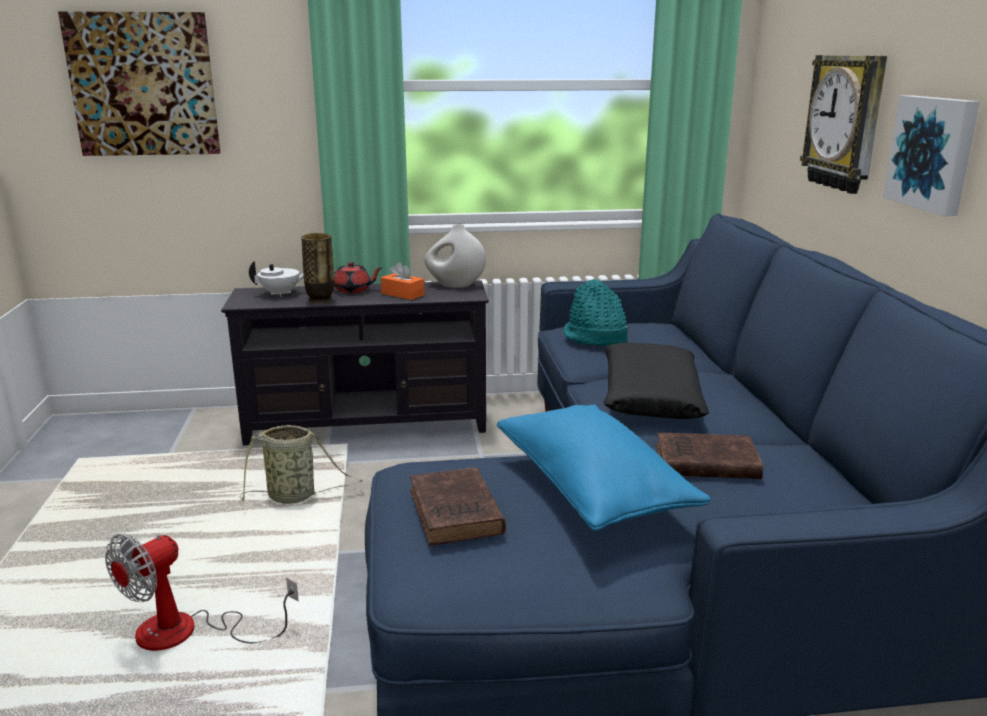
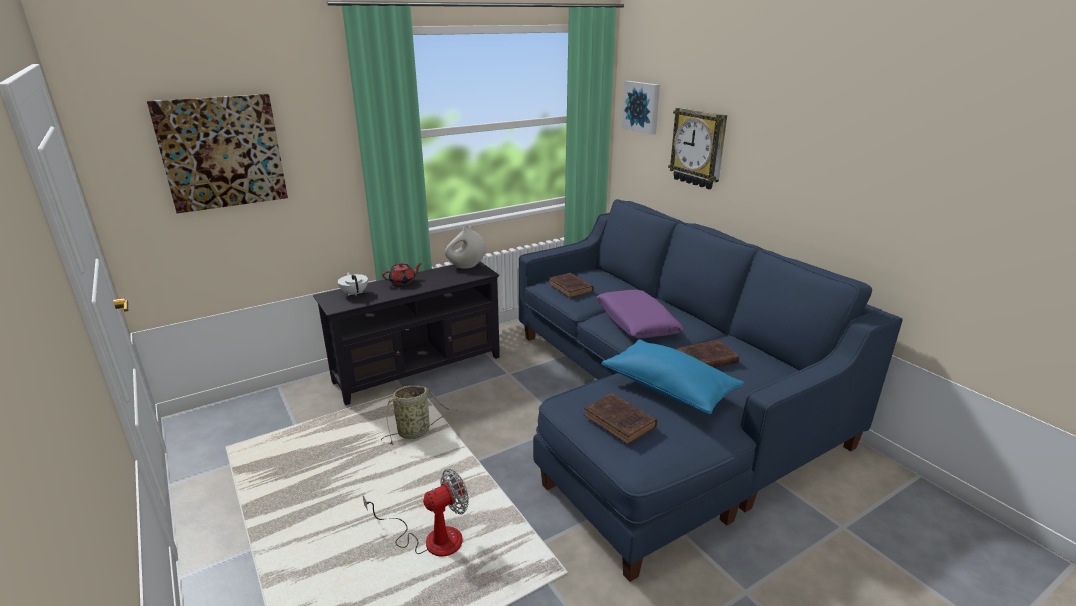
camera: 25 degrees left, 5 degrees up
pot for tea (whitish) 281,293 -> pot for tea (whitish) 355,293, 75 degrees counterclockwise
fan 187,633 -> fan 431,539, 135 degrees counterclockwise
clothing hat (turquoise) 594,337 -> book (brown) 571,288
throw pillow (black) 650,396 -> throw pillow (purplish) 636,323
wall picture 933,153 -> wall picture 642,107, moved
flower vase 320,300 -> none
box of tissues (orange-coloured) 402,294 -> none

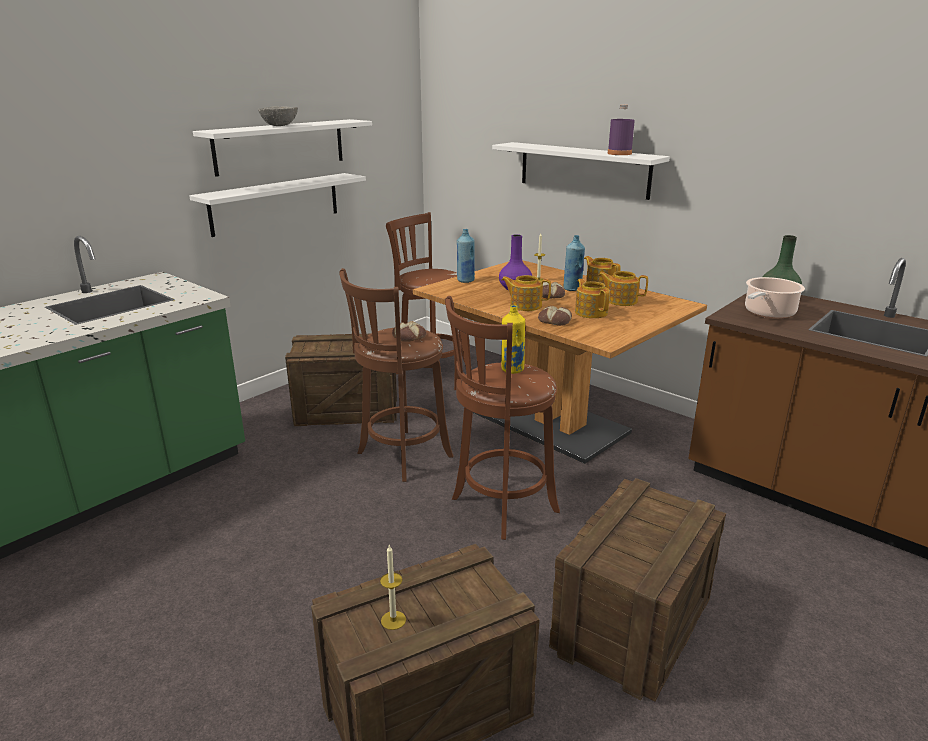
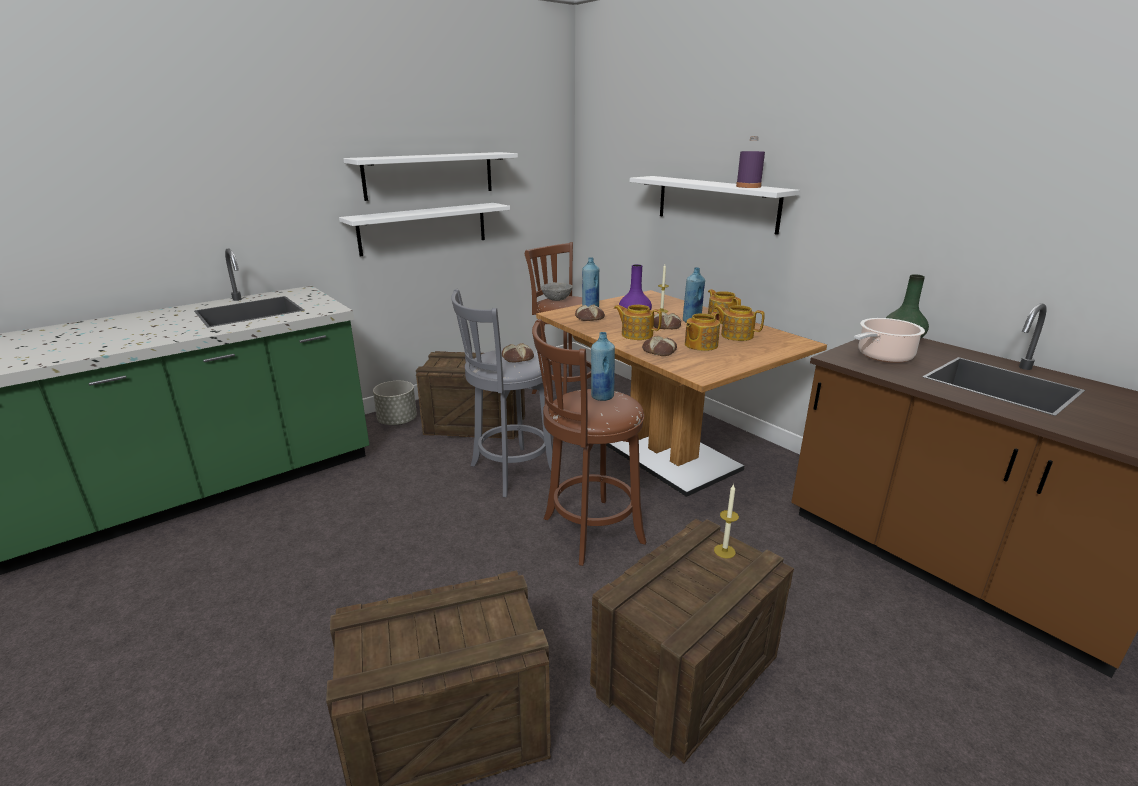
camera: 10 degrees right, 0 degrees up
none -> plant pot (greyish) 397,421
stool seat (brown) 401,457 -> stool seat (greyish) 509,472
serving bowl (greyish) 280,126 -> serving bowl (greyish) 557,300, moved
none -> bakery bread 589,318
drink bottle (yellow-coloured) 512,370 -> drink bottle (blue-coloured) 602,397
pot for tea 591,312 -> pot for tea 700,345, 120 degrees counterclockwise
wax candle 393,620 -> wax candle 724,551, moved

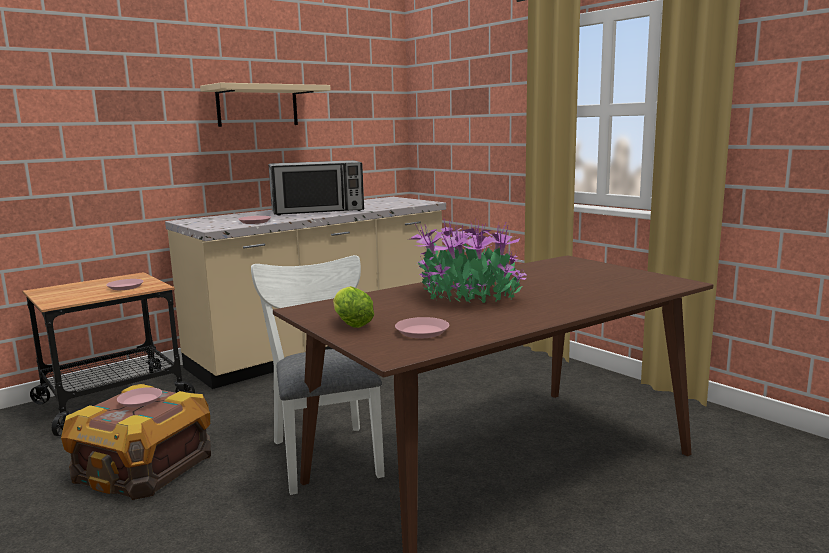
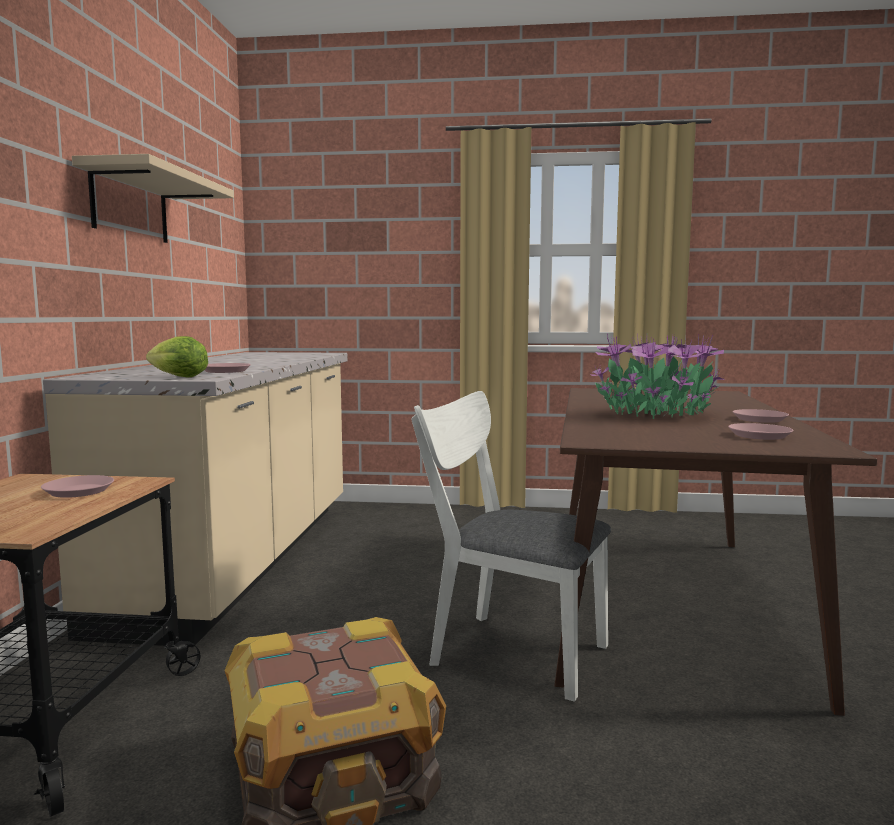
camera: 45 degrees left, 5 degrees down
lettuce head 350,323 -> lettuce head 176,377, moved
plate (pinkish) 140,400 -> plate (pinkish) 759,419, moved
kitchen microwave 318,211 -> none

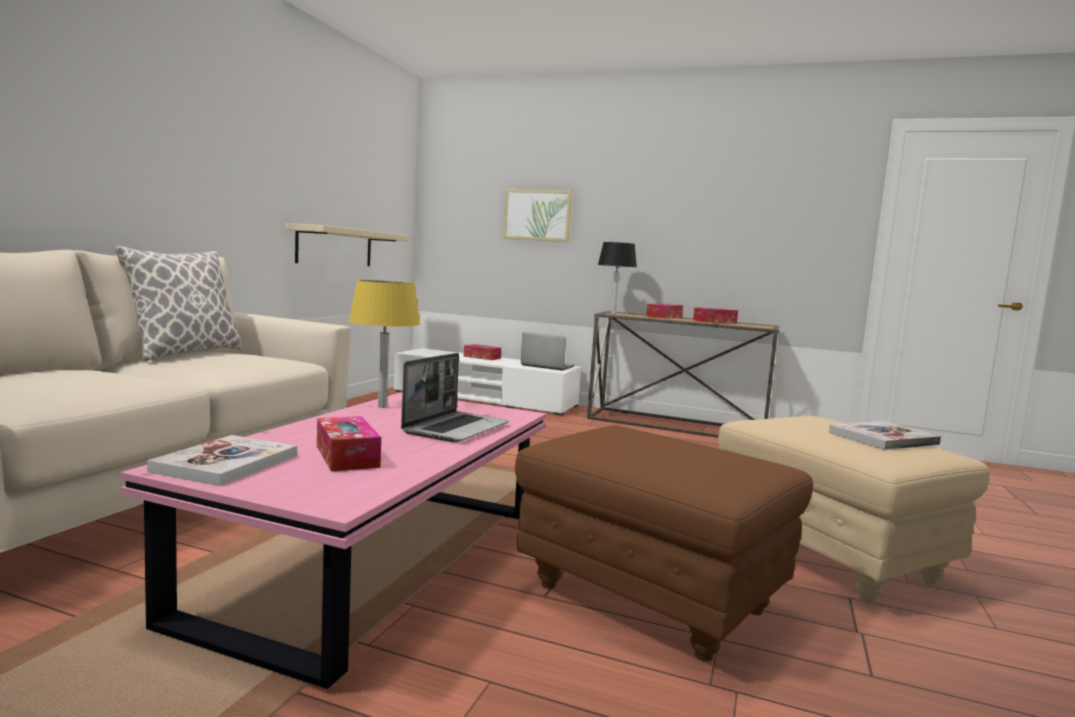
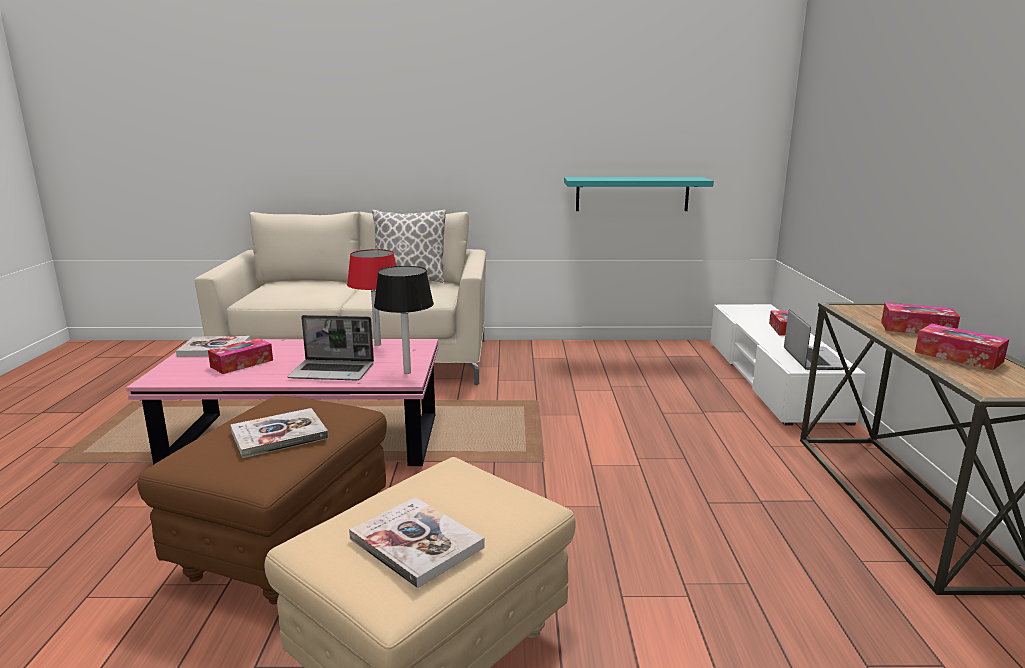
camera: 70 degrees right, 10 degrees up
none -> book 279,435
lamp for a table (yellow-coloured) 382,407 -> lamp for a table (red) 378,345
lamp for a table (black) 613,314 -> lamp for a table (black) 407,372, moved
wall shelf (beige-coloured) 335,247 -> wall shelf (turquoise) 632,194
wall picture 537,215 -> none

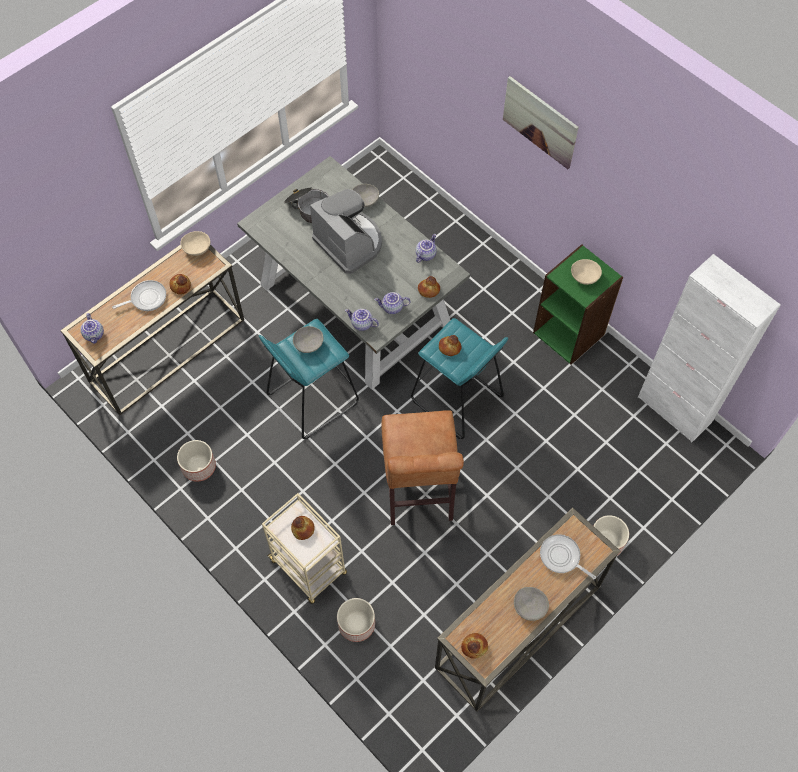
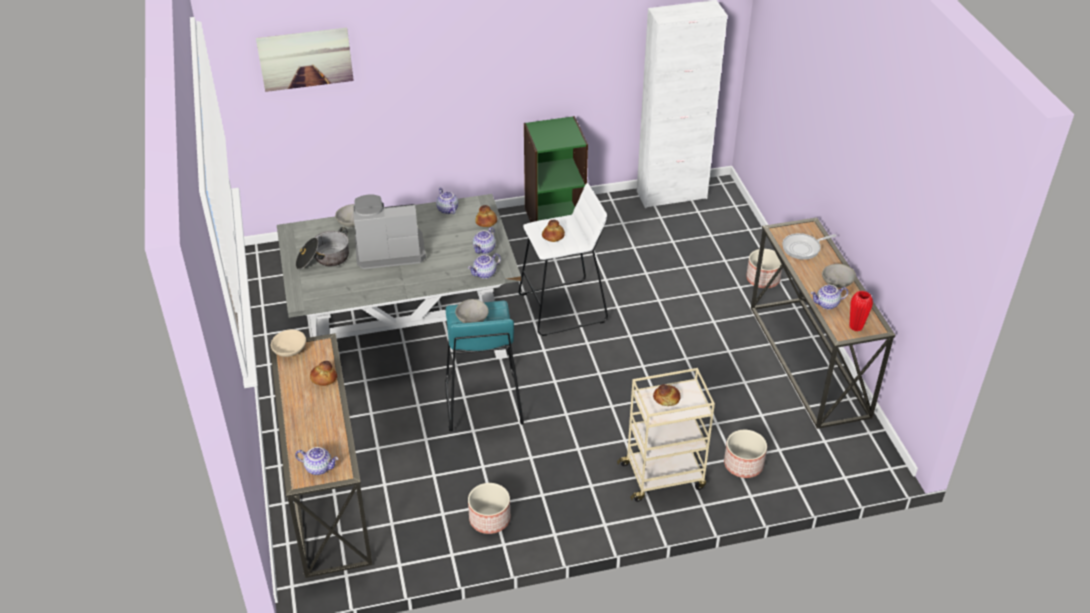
camera: 60 degrees left, 20 degrees down
wall picture 540,122 -> wall picture 305,59, moved
stool seat (turquoise) 456,399 -> stool seat (whitish) 563,308
none -> pot for tea 827,304
bakery bread 474,647 -> flower vase (red) 856,327
pan 146,298 -> none
stool seat (brown) 418,495 -> none
serving bowl (beige-coloured) 584,277 -> none

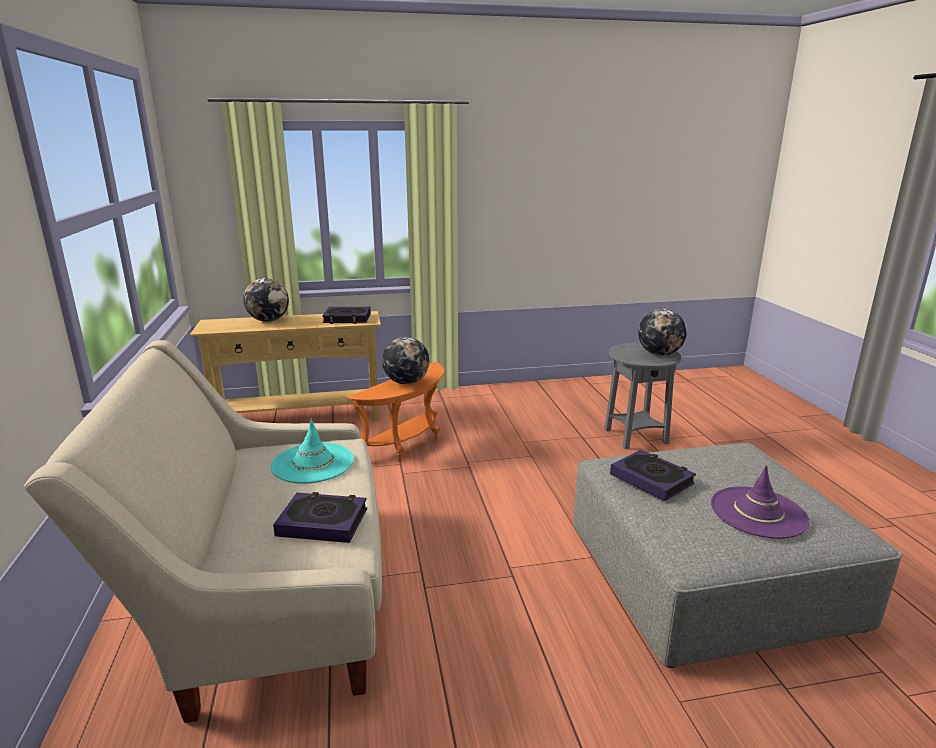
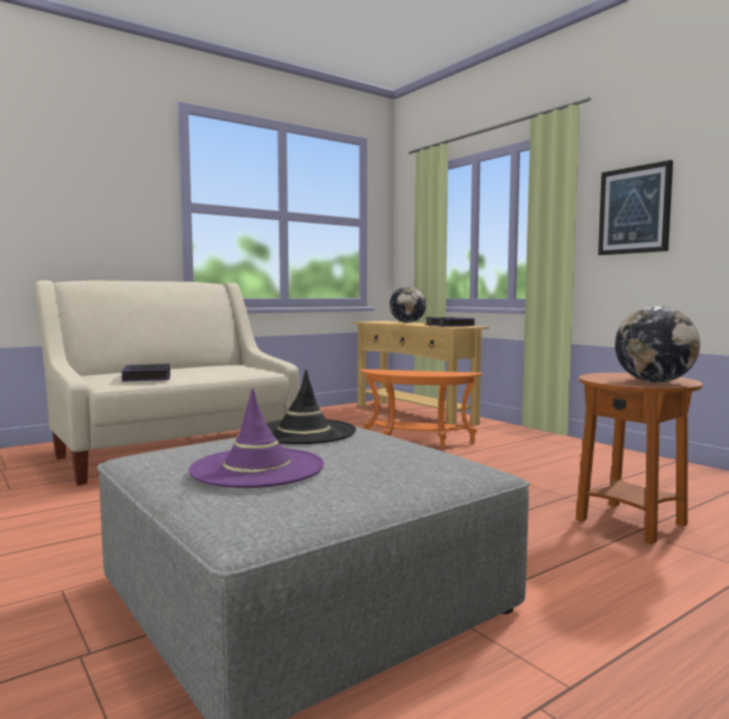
camera: 65 degrees right, 15 degrees down
book 651,479 -> clothing hat (black) 303,432
side table (greyish) 635,437 -> side table (brown) 631,523
none -> wall picture 634,210
clothing hat (turquoise) 312,463 -> none
desk globe 406,382 -> none

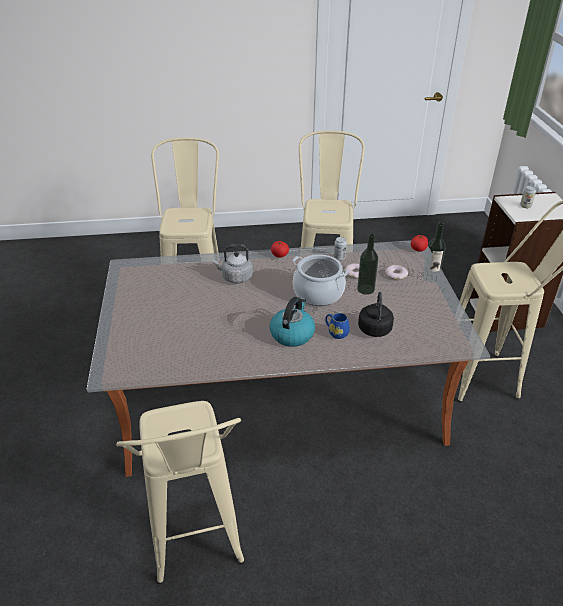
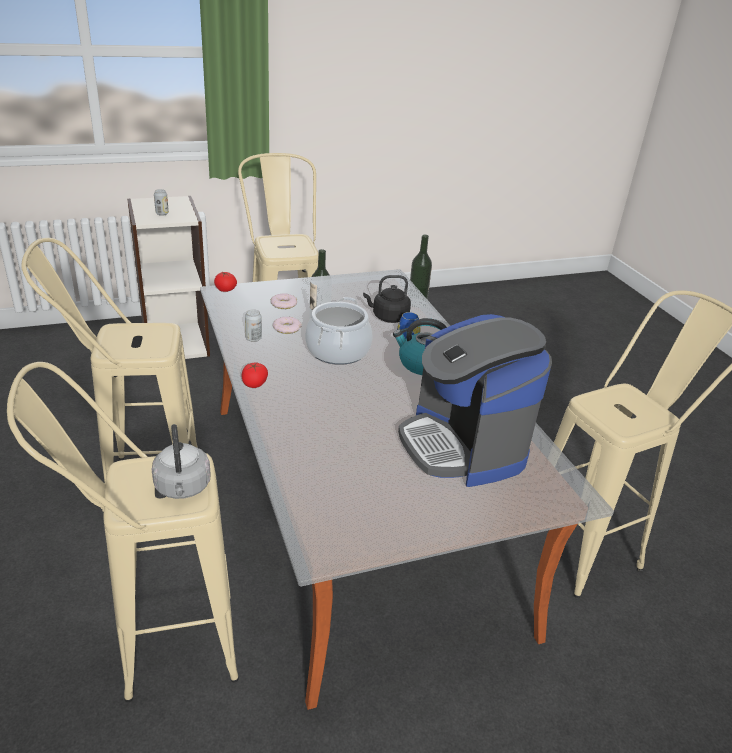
camera: 105 degrees left, 5 degrees down
tea kettle (greyish) 235,277 -> tea kettle (greyish) 183,488, moved
none -> coffee maker 463,445
drink bottle 430,277 -> drink bottle 417,303, moved

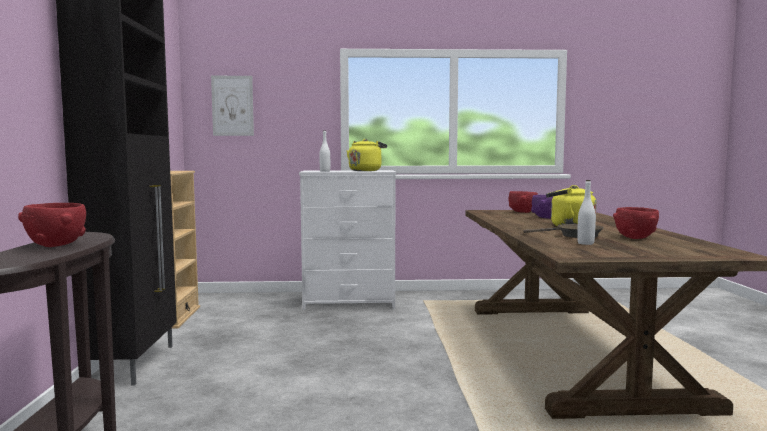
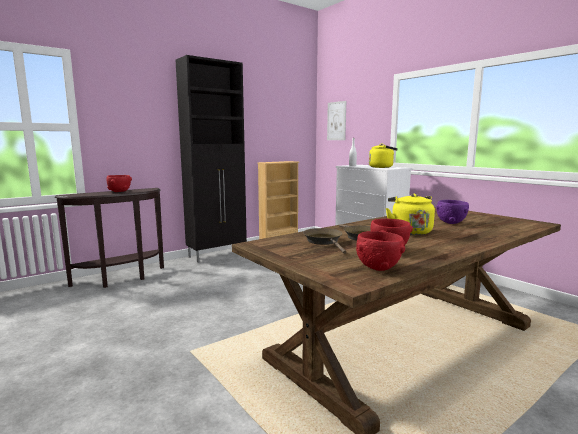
camera: 55 degrees right, 5 degrees up
drink bottle (whitish) 585,243 -> pan (brown) 324,242
serving bowl (red) 522,212 -> serving bowl (red) 378,267, moved

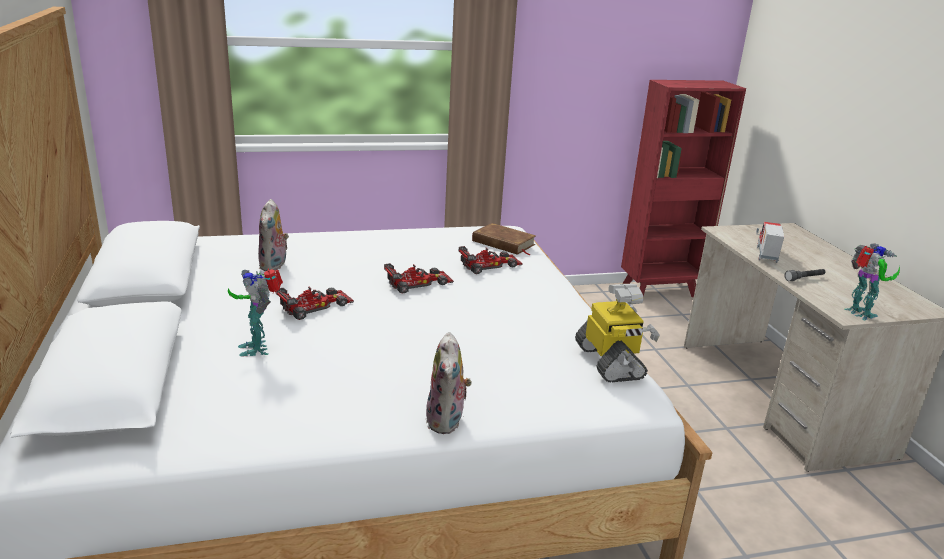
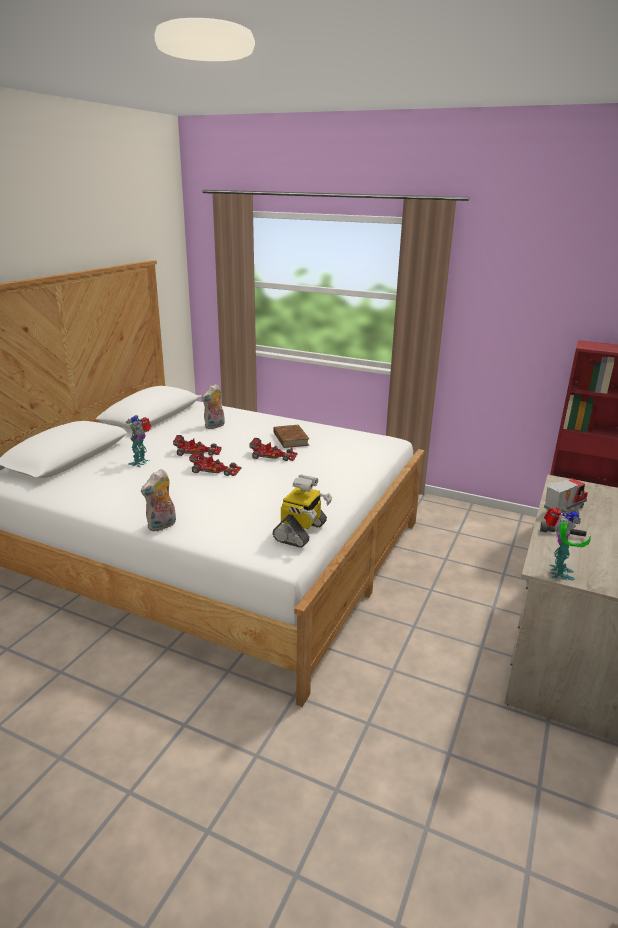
camera: 40 degrees right, 0 degrees up
model car 489,264 -> model car 215,469, moved
book (brown) 503,243 -> book (brown) 290,439, moved

